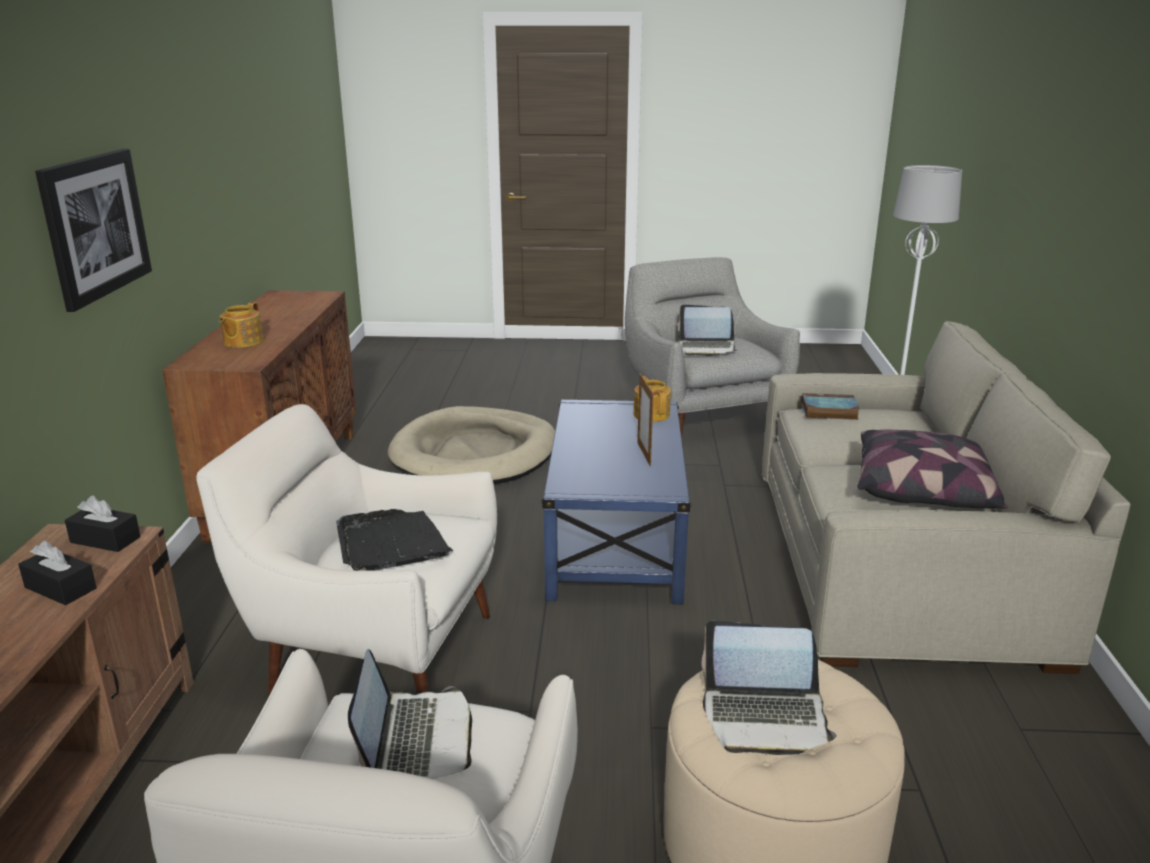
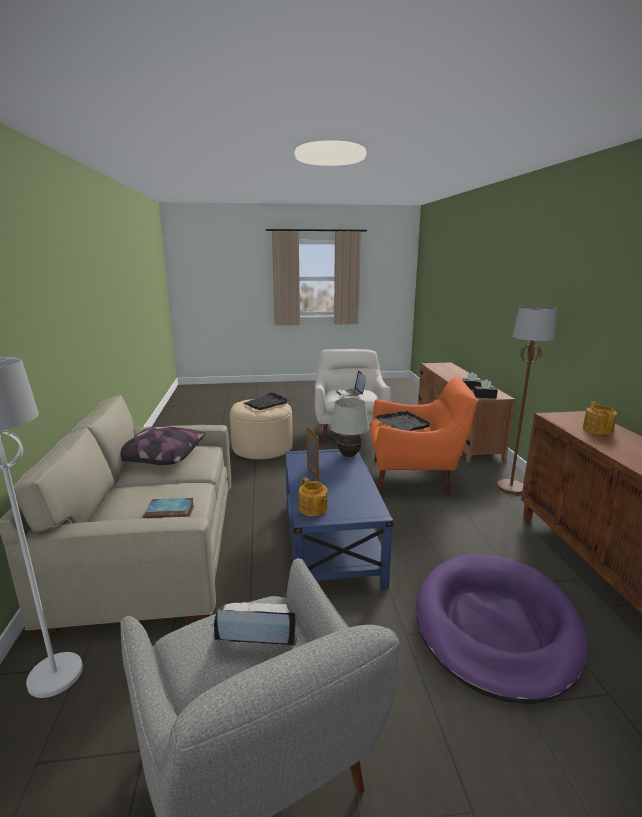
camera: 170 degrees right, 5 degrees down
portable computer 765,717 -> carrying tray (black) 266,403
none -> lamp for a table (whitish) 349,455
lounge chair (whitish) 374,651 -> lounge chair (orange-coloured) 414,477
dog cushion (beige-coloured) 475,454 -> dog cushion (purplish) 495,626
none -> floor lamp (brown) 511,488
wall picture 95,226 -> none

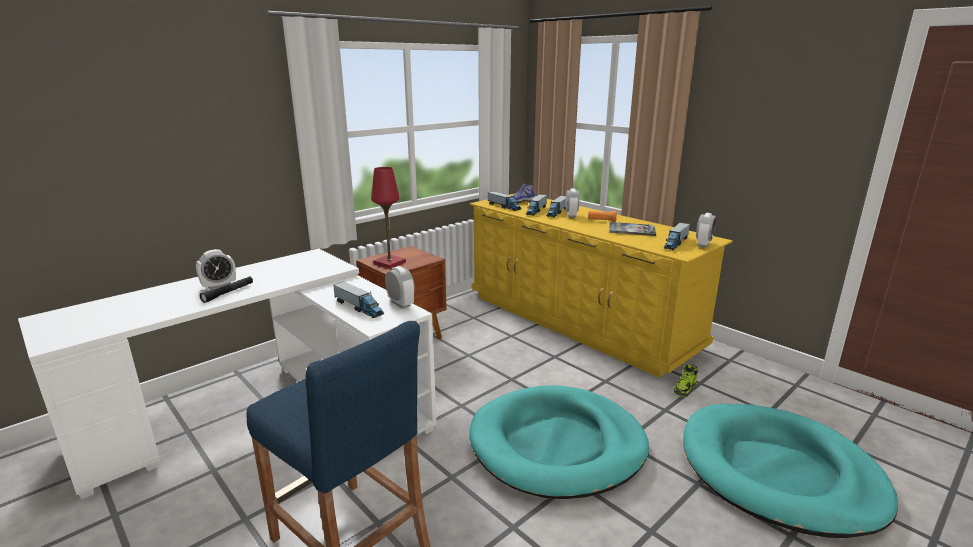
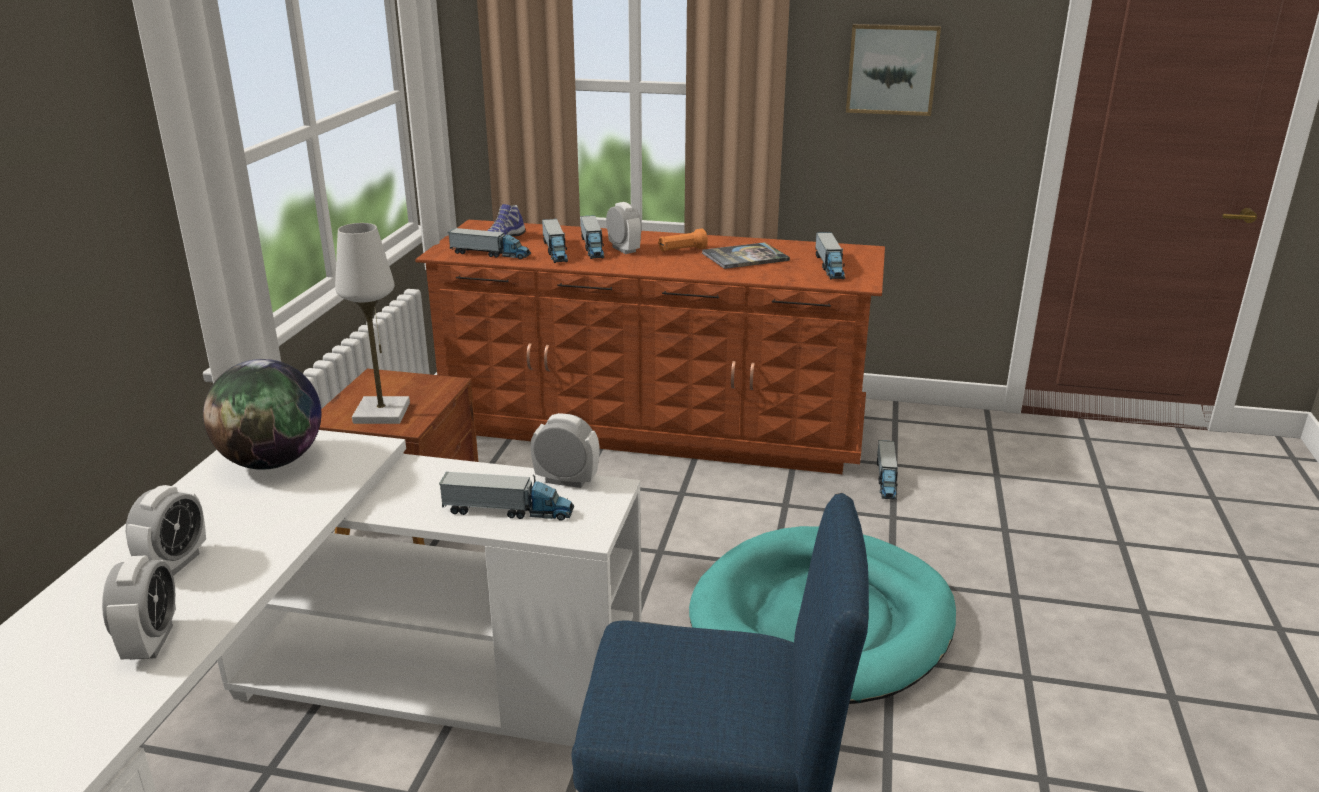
camera: 35 degrees left, 5 degrees up
alarm clock 703,244 -> alarm clock 151,642, moved
none -> desk globe 272,462
lamp for a table (red) 390,263 -> lamp for a table (whitish) 382,413
chest of drawers (yellow-coloured) 578,321 -> chest of drawers (brown) 654,425
none -> wall picture 892,69
item of footwear 685,389 -> toy lorry 886,479
flashlight (black) 228,293 -> none
dog cushion (turquoise) 779,472 -> none

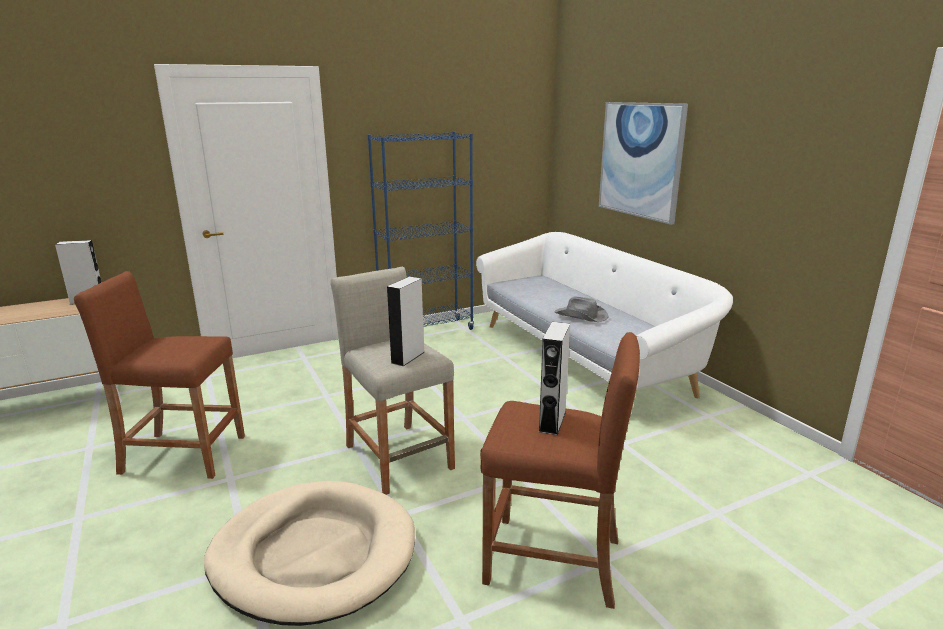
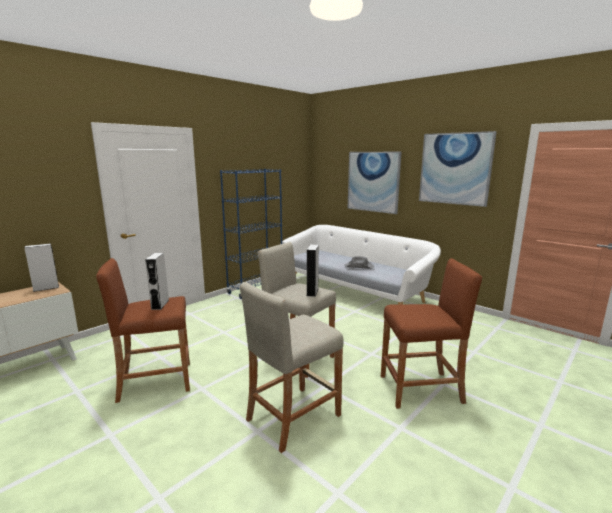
camera: 20 degrees left, 5 degrees down
loudspeaker (greyish) 552,421 -> loudspeaker (greyish) 160,304, moved
dog cushion (beige-coloured) 314,555 -> stool seat (beige-coloured) 293,417
none -> wall picture 455,168

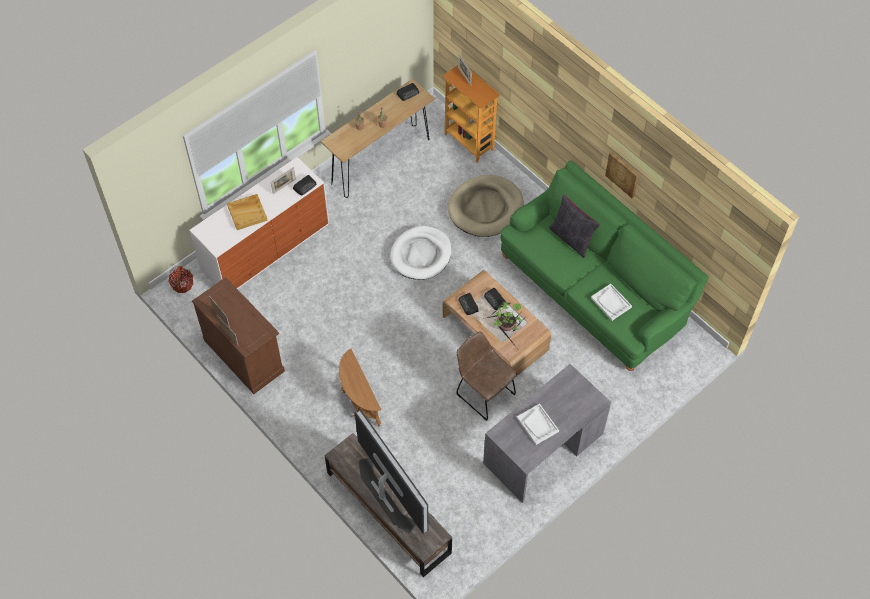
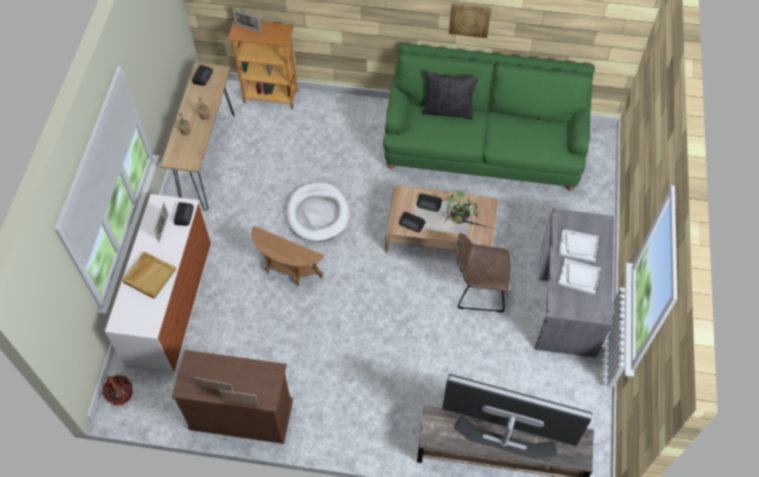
camera: 40 degrees left, 0 degrees up
side table (brown) 358,402 -> side table (brown) 287,271, moved
carrying tray (whitish) 611,302 -> carrying tray (whitish) 578,246, moved
dog cushion (beige-coloured) 485,208 -> none

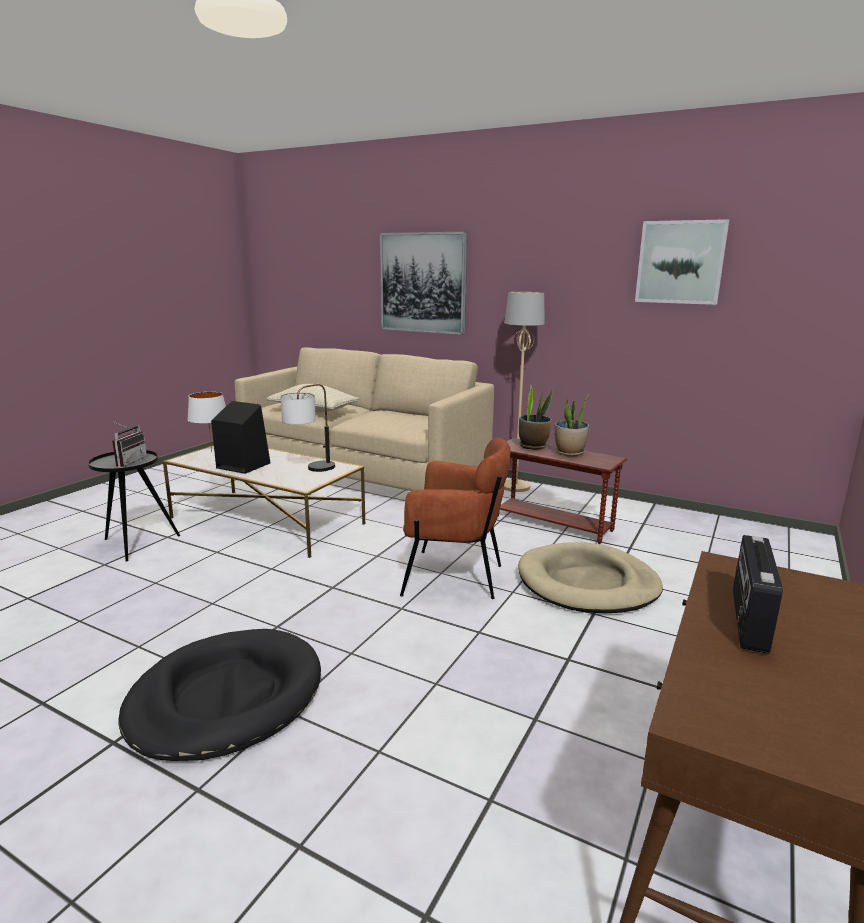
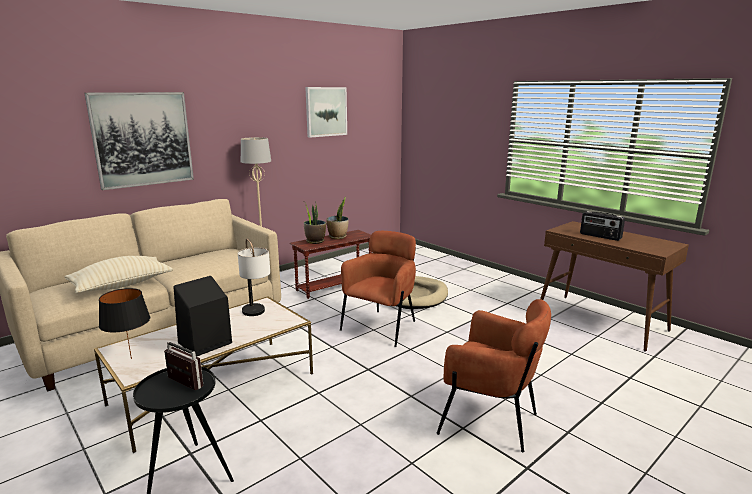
camera: 70 degrees left, 0 degrees up
lamp for a table (whitish) 211,452 -> lamp for a table (black) 130,359
dog cushion (black) 226,698 -> lounge chair (brown) 489,420

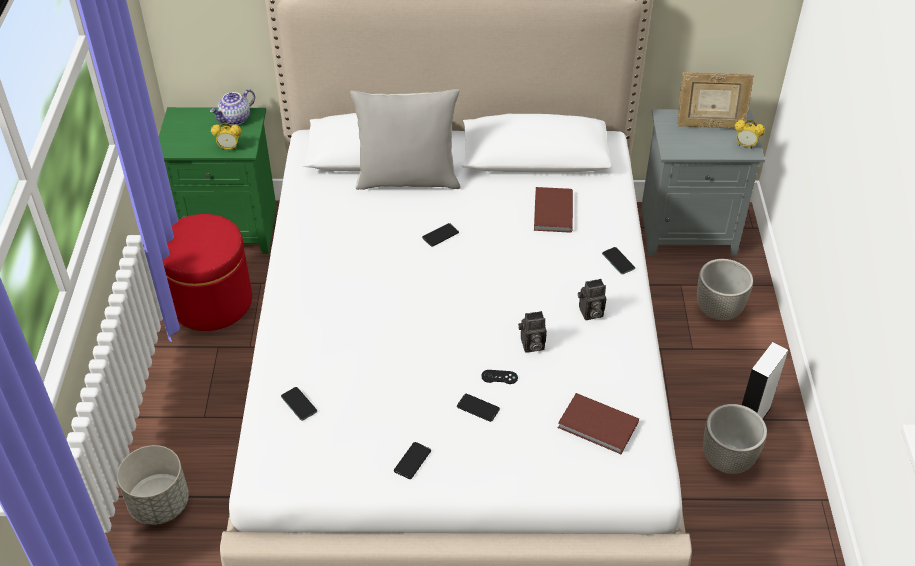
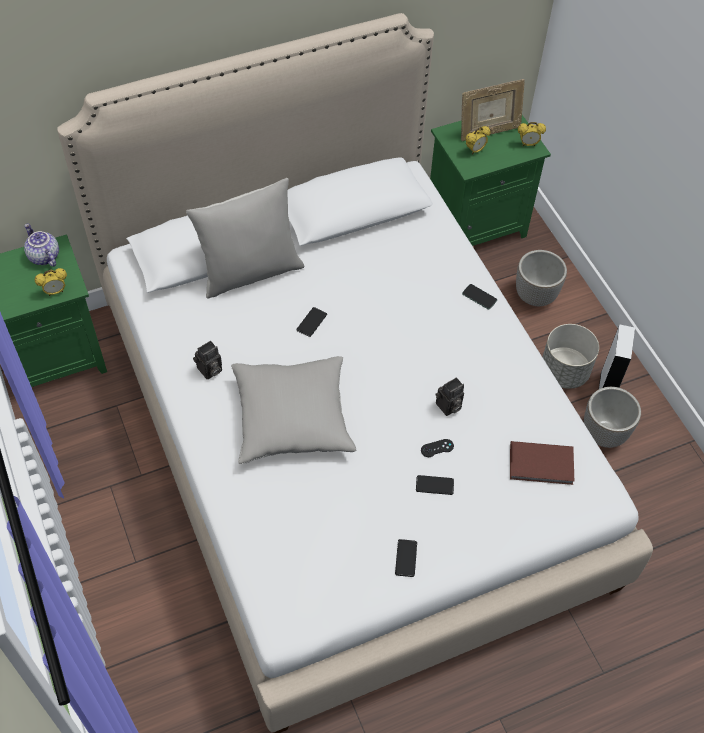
camera: 25 degrees left, 10 degrees up
pot for tea 235,119 -> pot for tea 43,257, 120 degrees clockwise
still camera 590,313 -> still camera 209,371, moved
none -> throw pillow (greyish) 292,418
nightstand (greyish) 689,230 -> nightstand (greenish) 476,224
none -> alarm clock 475,150
plant pot (greyish) 159,504 -> plant pot (greyish) 564,372, moved
pouffe (red) 211,302 -> none
phone 299,404 -> none
book (brown) 551,212 -> none

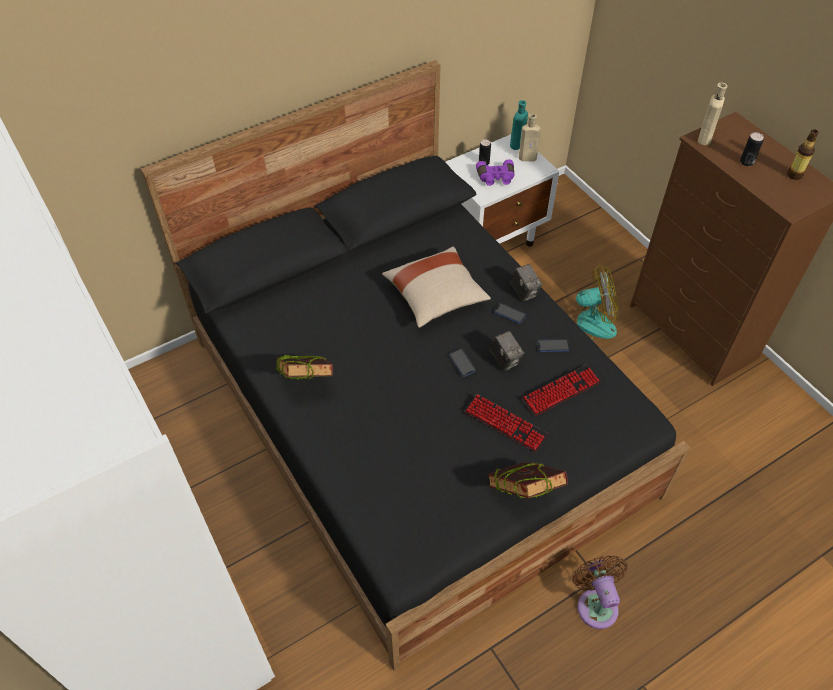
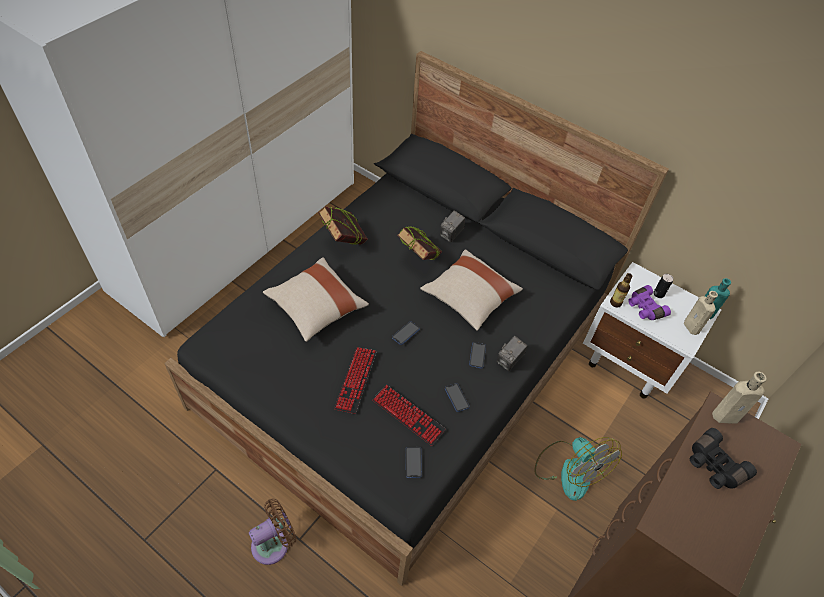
camera: 65 degrees right, 0 degrees up
none -> throw pillow (beige-coloured) 316,307
book 523,494 -> book 418,259, moved
none -> phone 413,462
still camera 505,360 -> still camera 451,235, moved
drink bottle 794,175 -> drink bottle 615,303, moved
can 746,162 -> pair of binoculars (black) 714,466

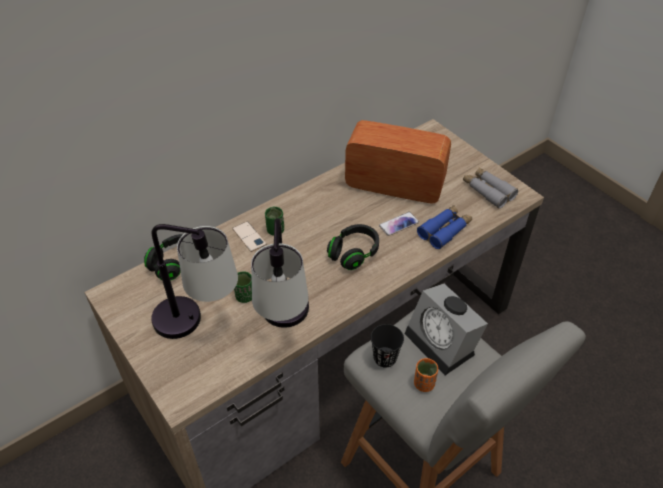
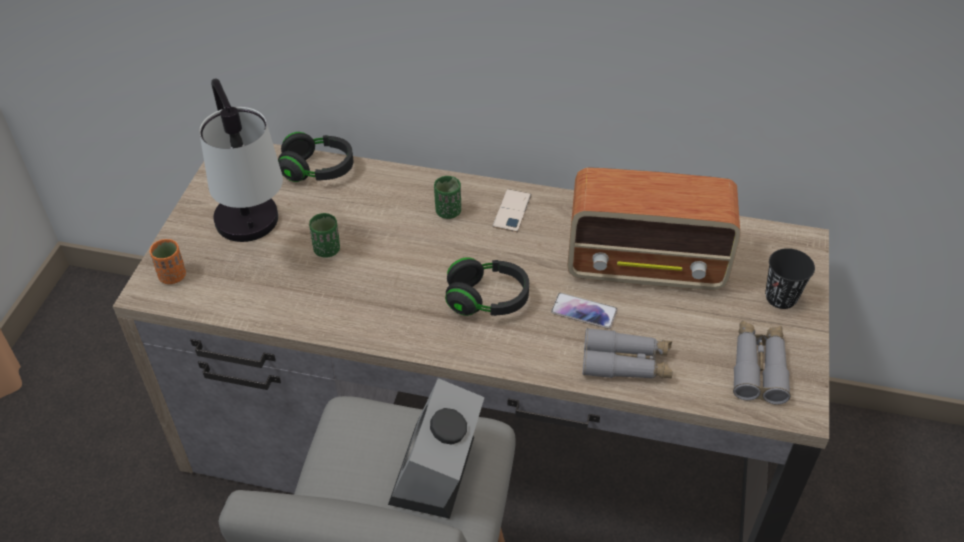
camera: 50 degrees right, 0 degrees up
drinking cup (orange-coloured) 424,384 -> drinking cup (orange-coloured) 173,276, moved
phone 249,236 -> phone 512,211, moved
radio set 393,185 -> radio set 647,266, 120 degrees clockwise
pair of binoculars (blue-coloured) 444,230 -> pair of binoculars (greyish) 626,363
drinking cup (black) 385,358 -> drinking cup (black) 781,297, moved
lamp for a table 286,327 -> none

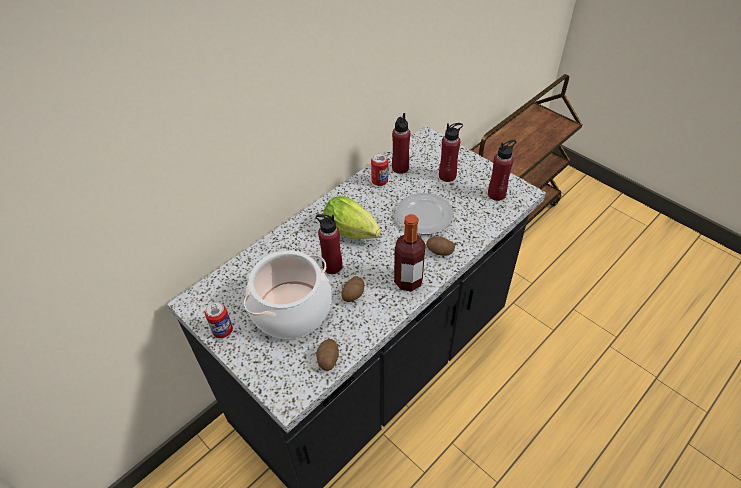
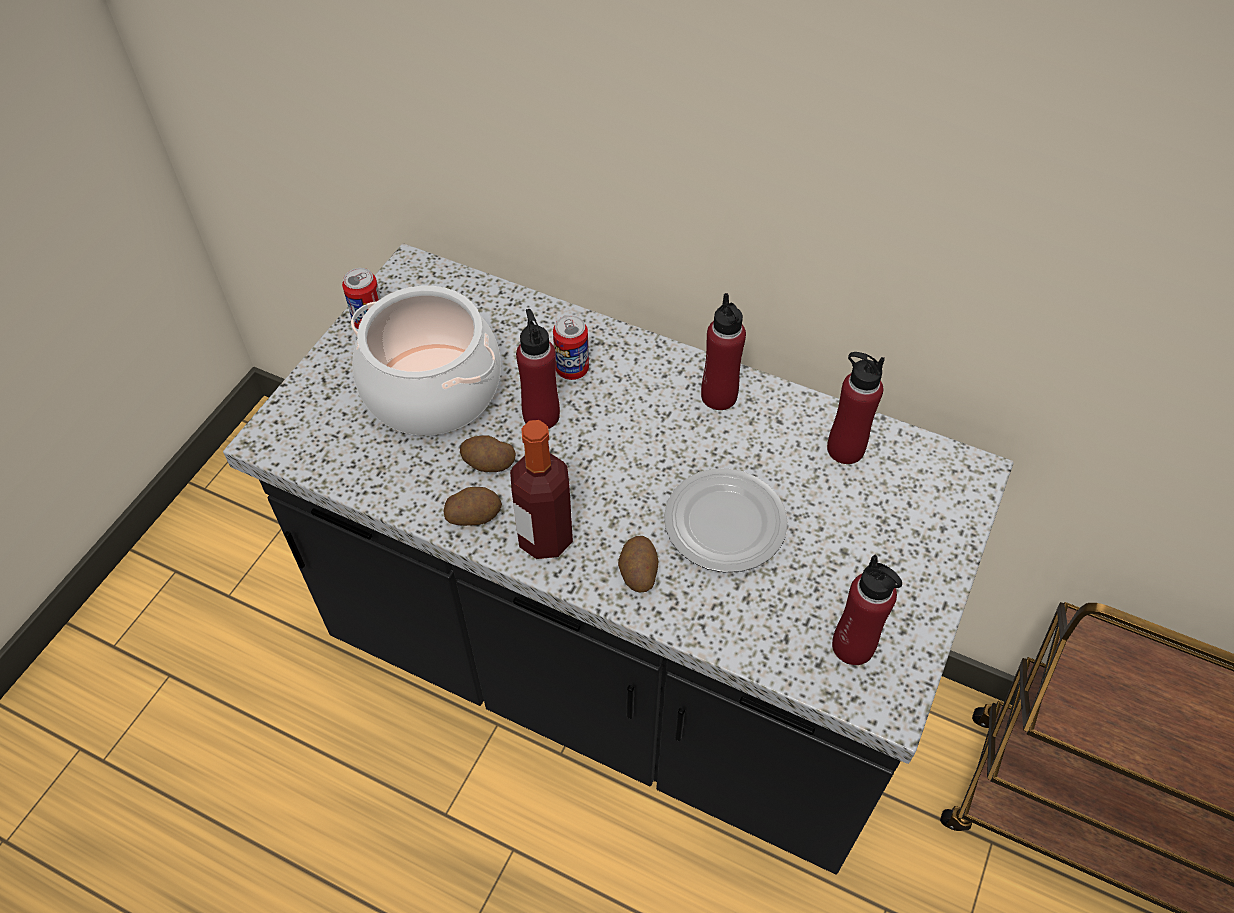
camera: 70 degrees right, 5 degrees up
spud 328,359 -> spud 473,515, moved
can 379,181 -> can 572,369, moved
drink bottle (red) 447,176 -> drink bottle (red) 719,396, moved
lettuce head 354,233 -> none

